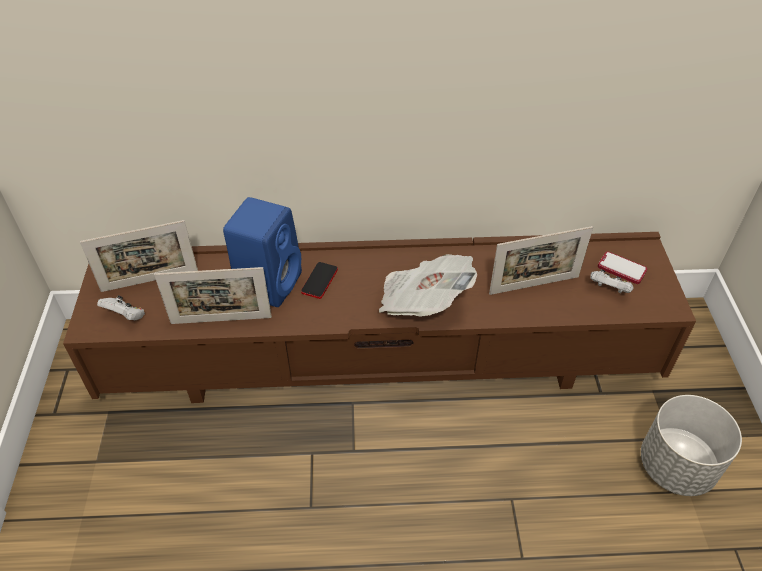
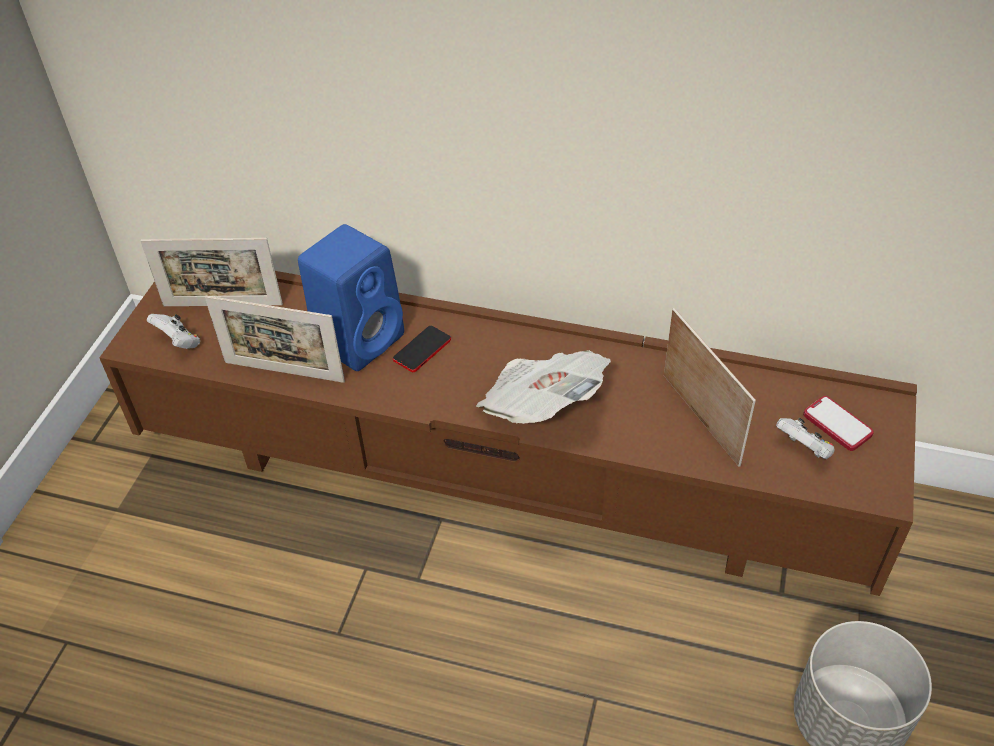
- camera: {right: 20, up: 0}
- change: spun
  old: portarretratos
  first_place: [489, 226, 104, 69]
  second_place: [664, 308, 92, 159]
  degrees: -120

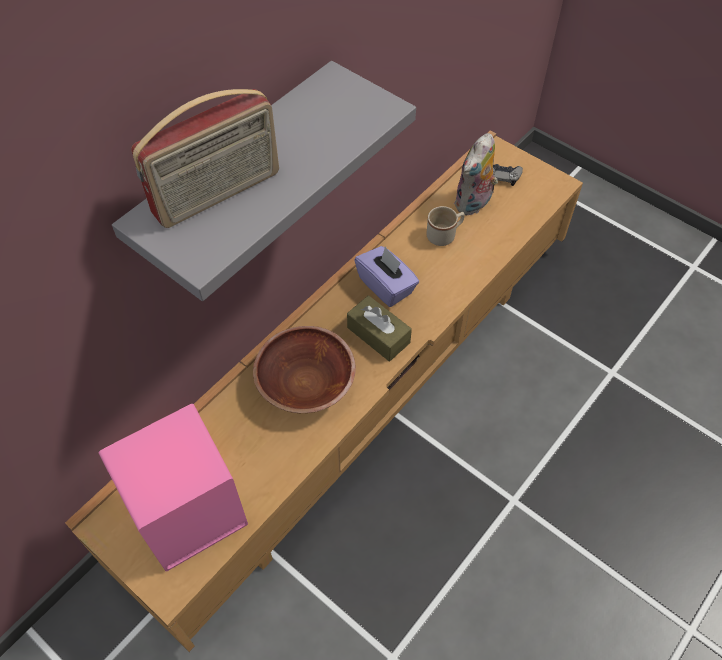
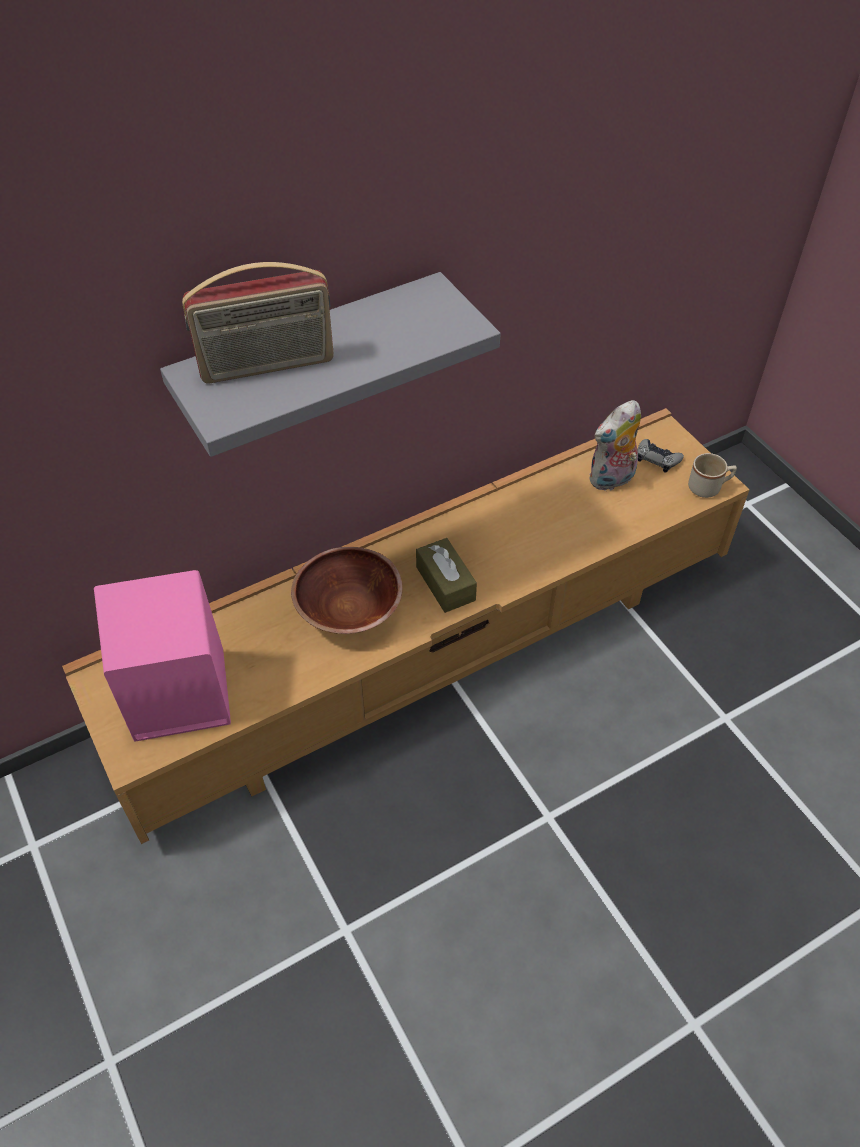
- camera: {right: 20, up: -5}
- change: relocated
  old: taza grande (beis)
  first_place: [427, 206, 38, 40]
  second_place: [688, 453, 49, 45]
- change: missing
  old: caja de pañuelos (morado)
  first_place: [354, 246, 65, 61]

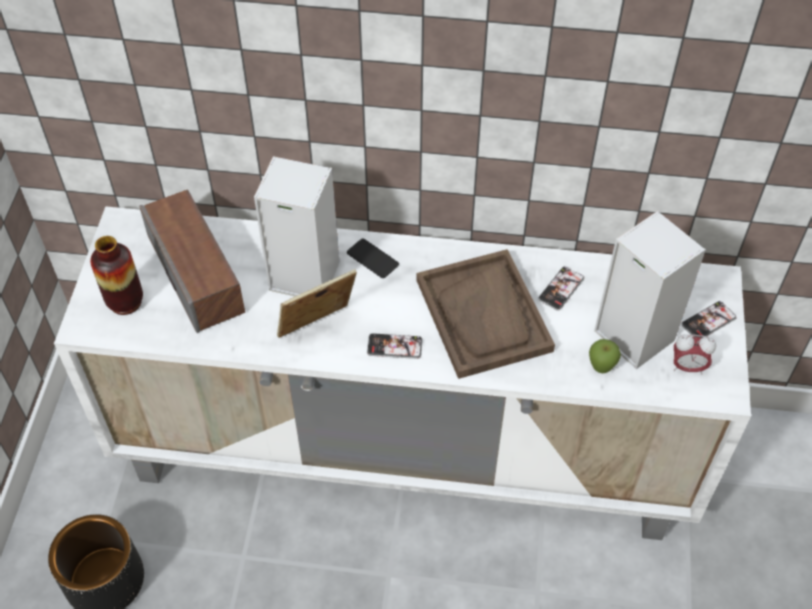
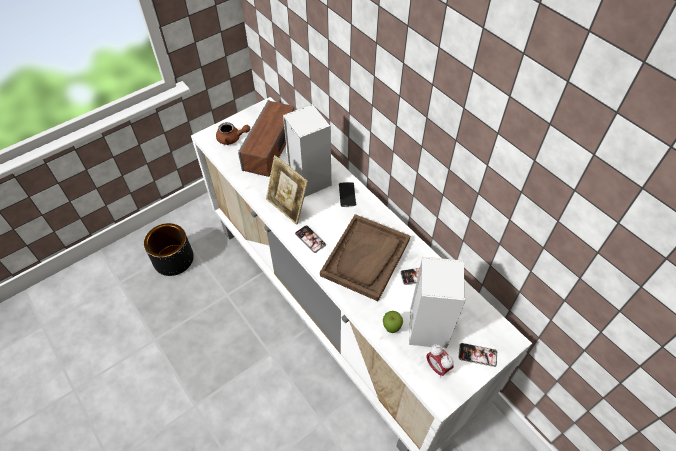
- camera: {right: 45, up: 0}
- change: exchanged
  old: florero
  new: tetera (marrón)
  first_place: [90, 236, 53, 79]
  second_place: [216, 122, 34, 23]
- change: spun
  old: portarretratos
  first_place: [277, 269, 80, 69]
  second_place: [266, 155, 42, 70]
  degrees: -150

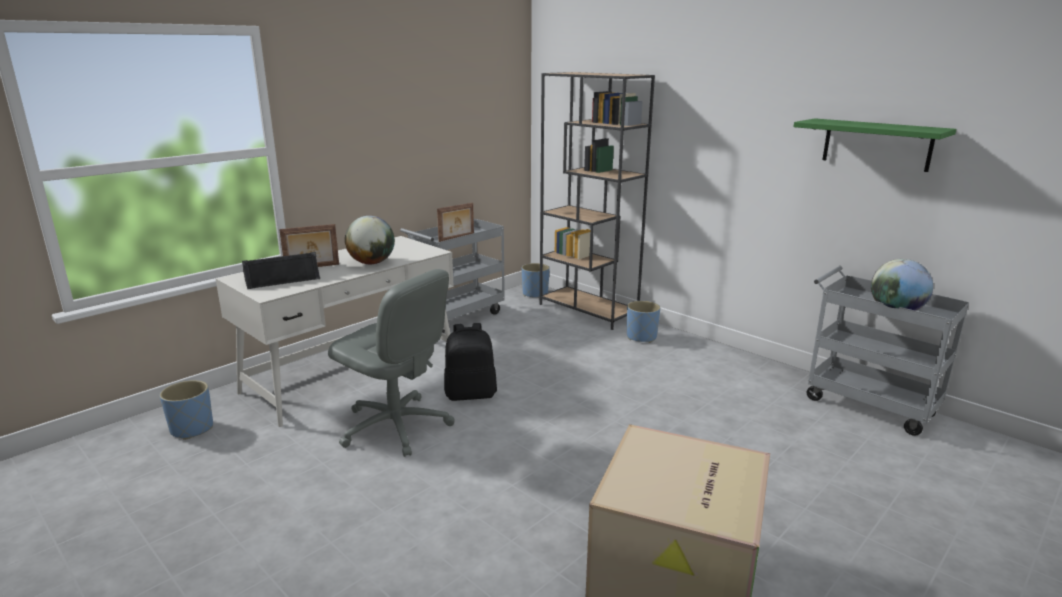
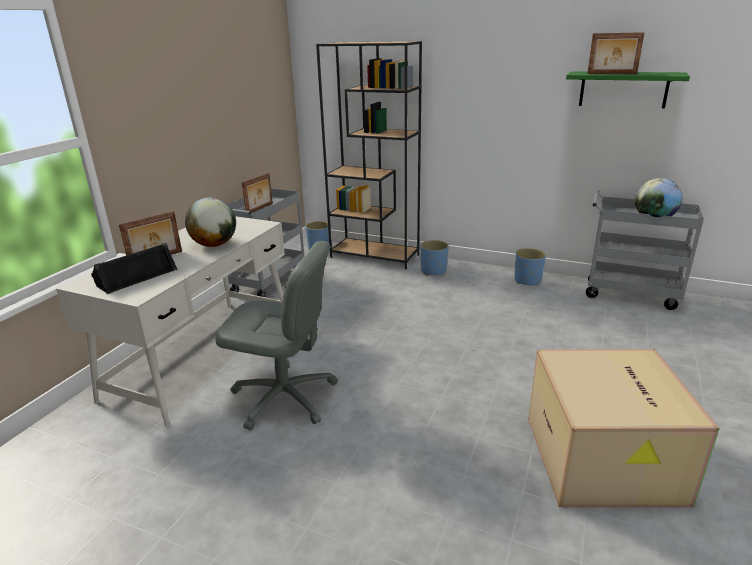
- camera: {right: -20, up: 5}
- change: relocated
  old: maceta (azul)
  first_place: [160, 380, 53, 60]
  second_place: [514, 248, 32, 38]
- change: appeared
  new: portarretratos
  second_place: [587, 32, 58, 42]
- change: missing
  old: mochila (negro)
  first_place: [444, 323, 53, 78]

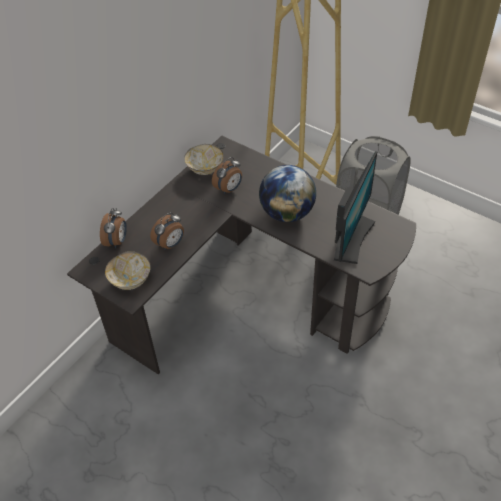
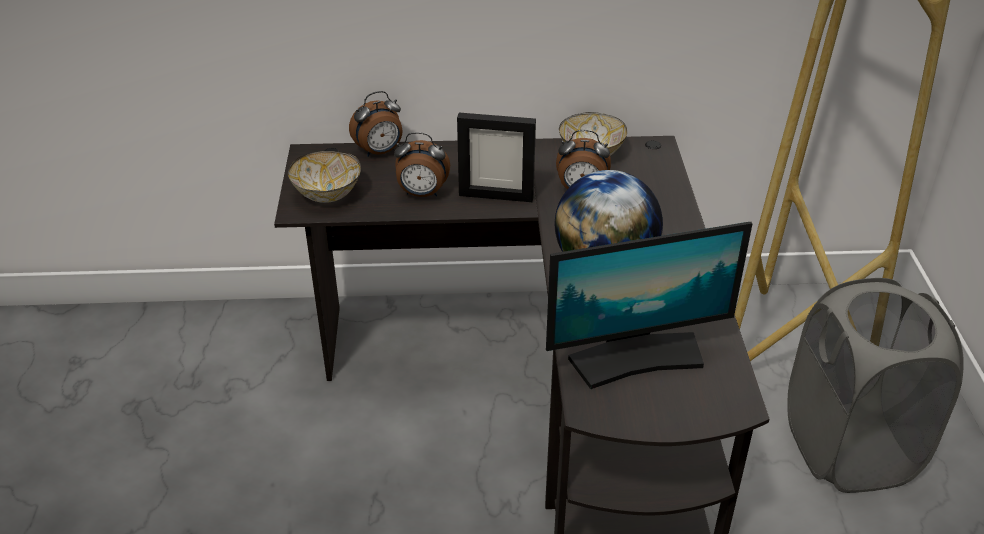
- camera: {right: 50, up: -10}
- change: appeared
  new: portarretratos
  second_place: [457, 113, 79, 89]

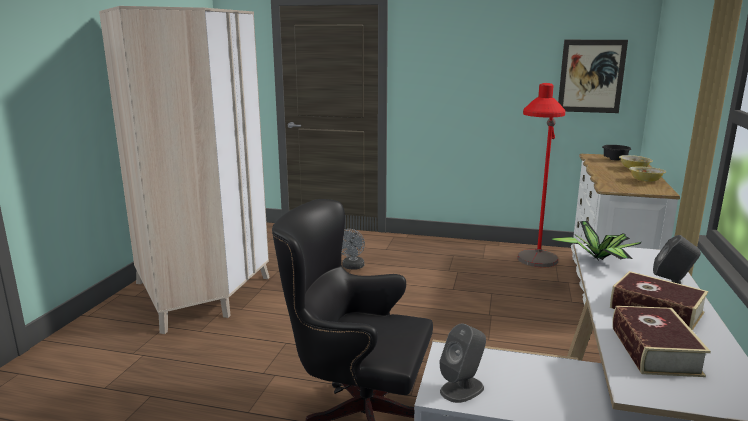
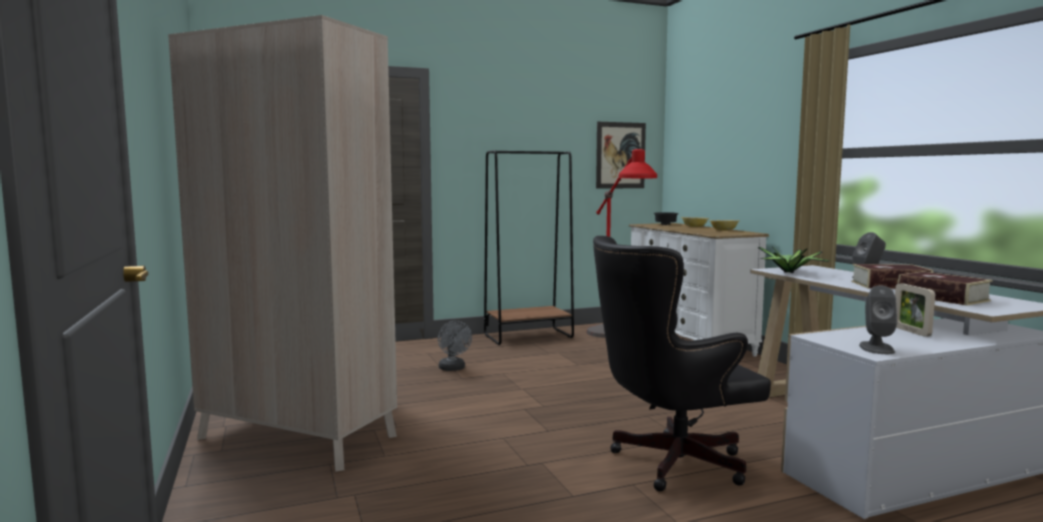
- camera: {right: -35, up: -10}
- change: appeared
  new: perchero
  second_place: [484, 150, 90, 195]
- change: appeared
  new: portarretratos
  second_place: [895, 283, 40, 54]

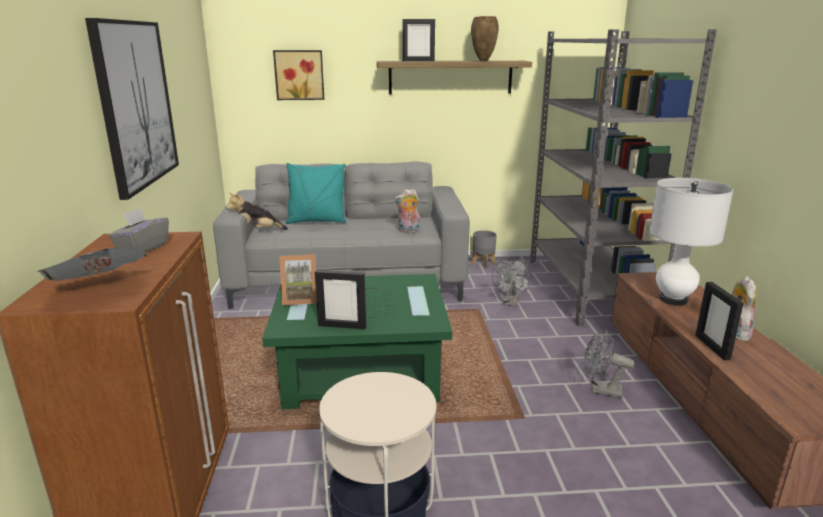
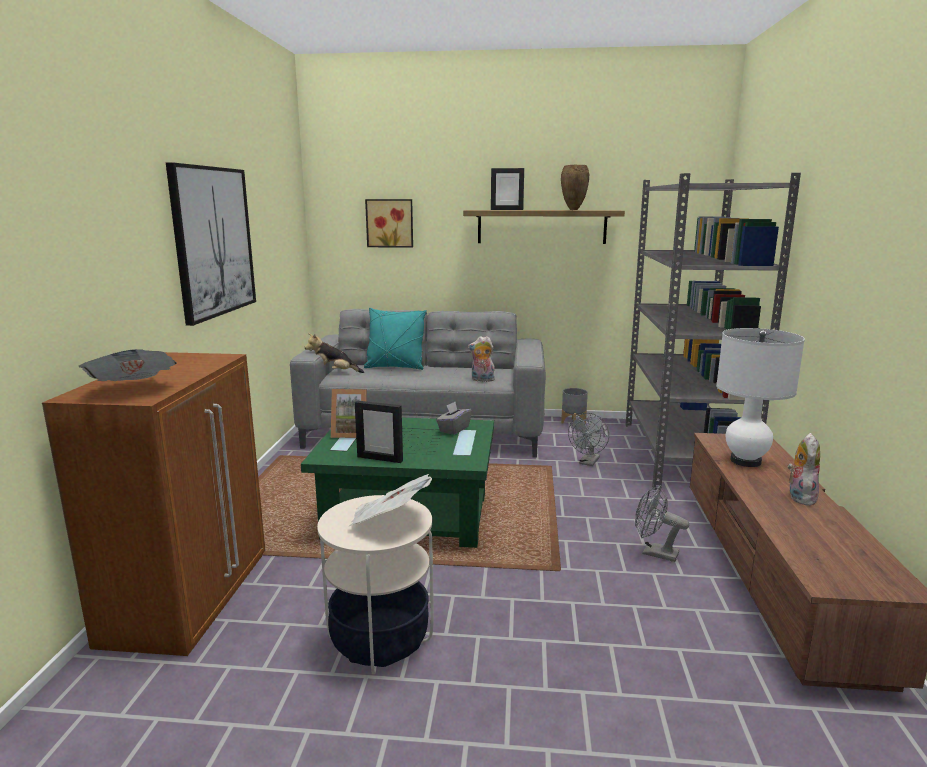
- camera: {right: 10, up: -5}
- change: appeared
  new: periódico
  second_place: [349, 474, 83, 52]
- change: relocated
  old: caja de pañuelos (gris)
  first_place: [109, 208, 60, 45]
  second_place: [436, 402, 36, 33]
- change: missing
  old: portarretratos
  first_place: [695, 282, 49, 78]

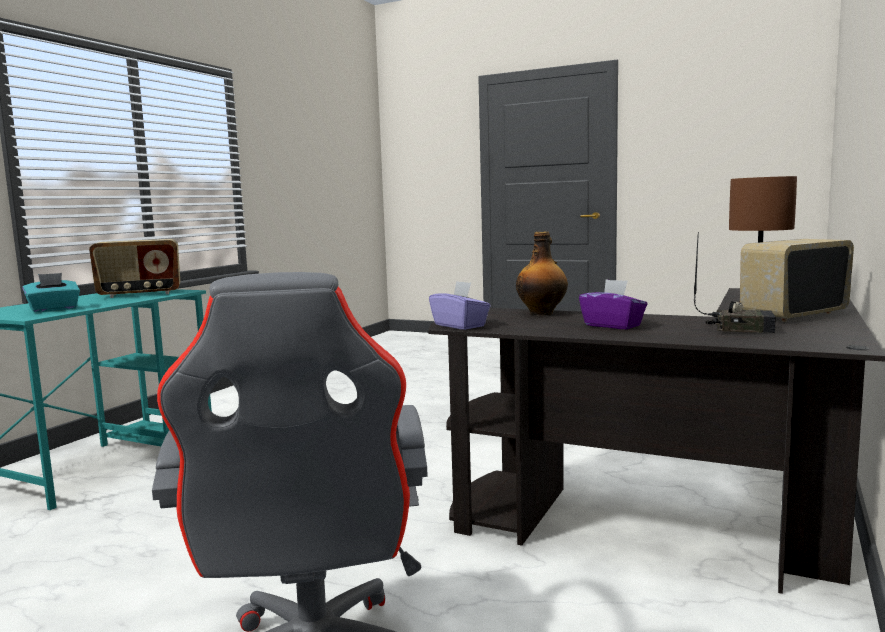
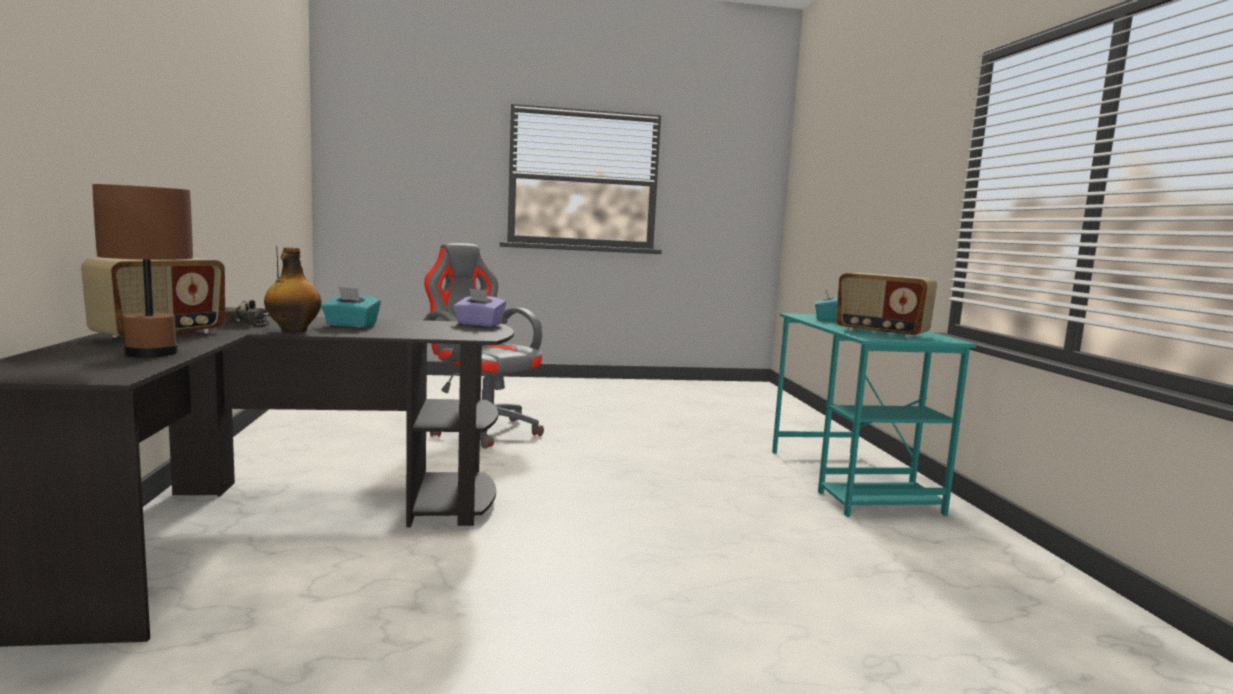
- camera: {right: 145, up: 0}
- change: relocated
  old: botella
  first_place: [516, 232, 52, 83]
  second_place: [264, 247, 58, 86]
- change: colour
  old: caja de pañuelos (morado)
  new: caja de pañuelos (turquesa)
  first_place: [579, 279, 68, 50]
  second_place: [321, 287, 60, 41]
- change: spun
  old: radio
  first_place: [89, 239, 91, 59]
  second_place: [836, 273, 101, 65]
  degrees: -90

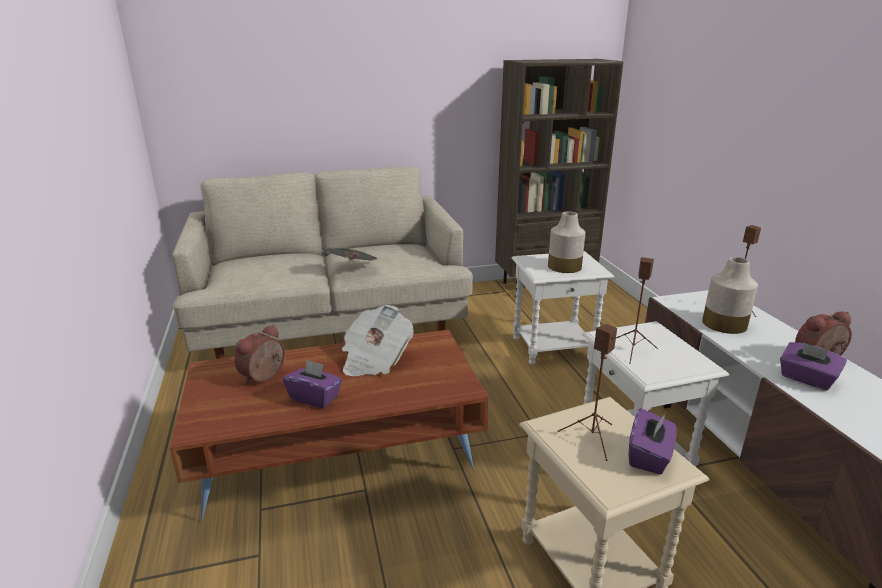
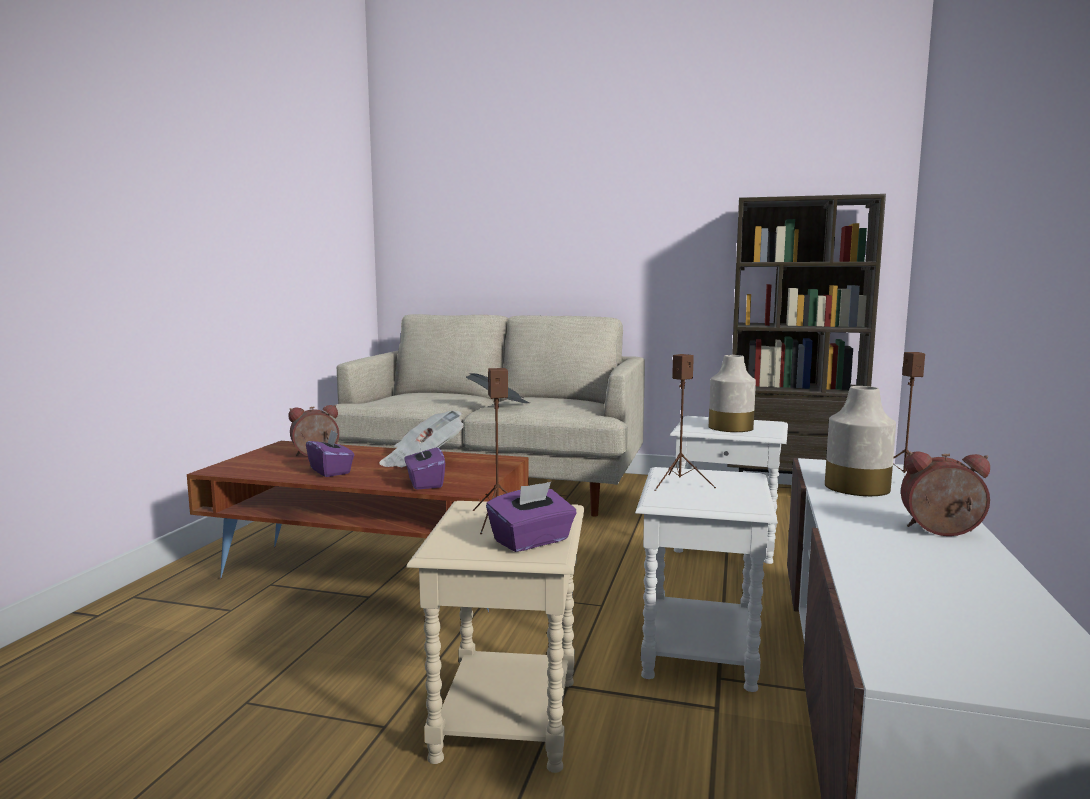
- camera: {right: 30, up: -15}
- change: relocated
  old: caja de pañuelos (morado)
  first_place: [780, 342, 67, 49]
  second_place: [404, 440, 41, 50]

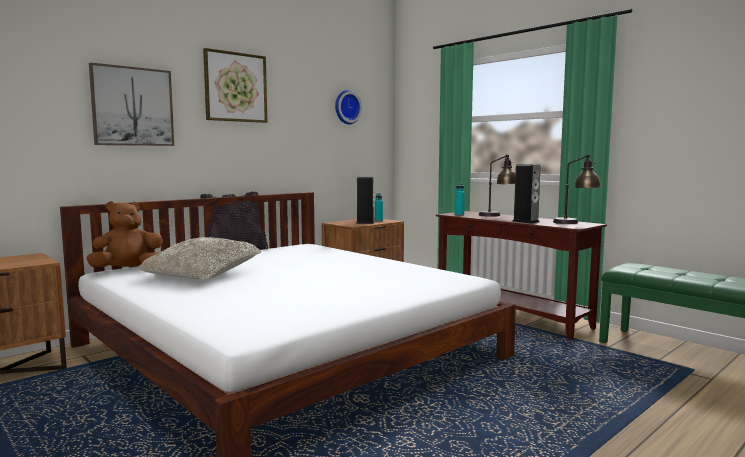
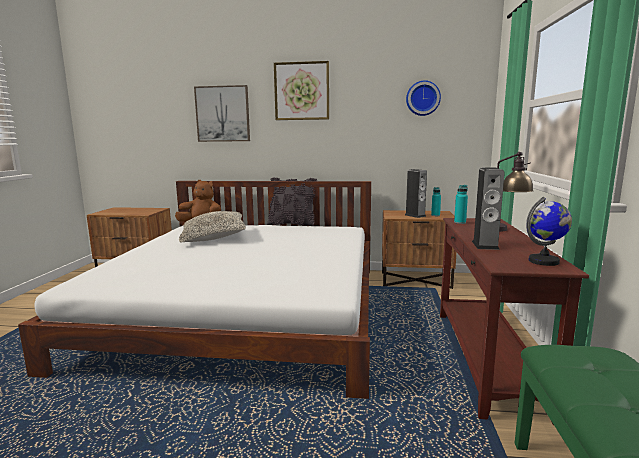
- camera: {right: 50, up: 5}
- change: exchanged
  old: lámpara de mesa
  new: globo terráqueo
  first_place: [553, 154, 48, 70]
  second_place: [526, 197, 46, 69]

